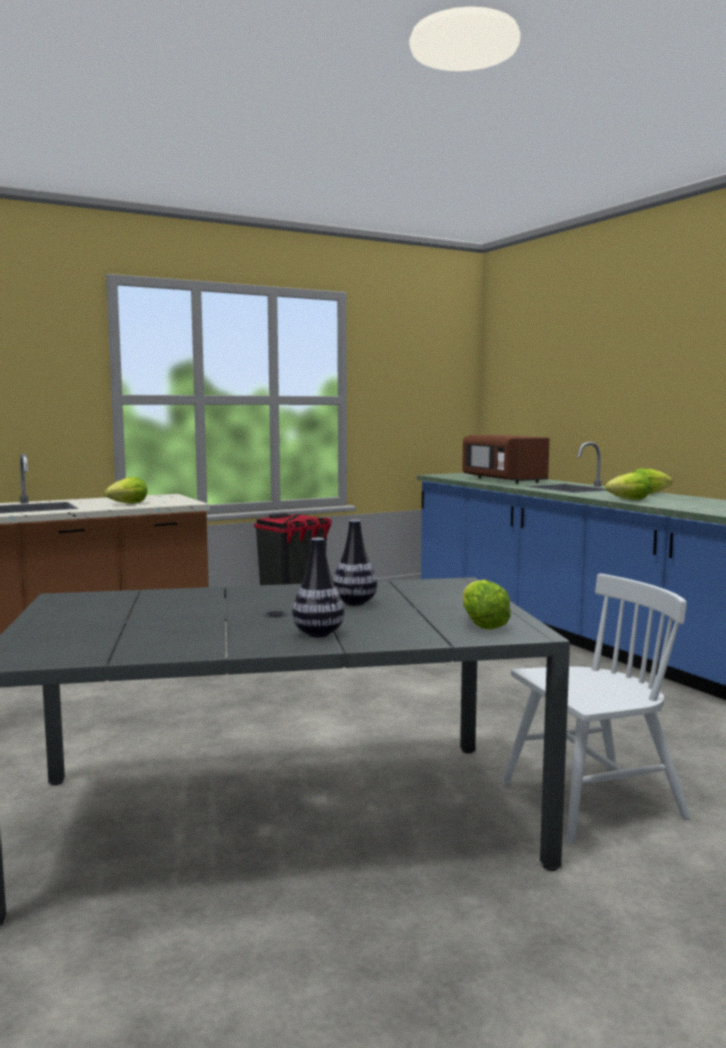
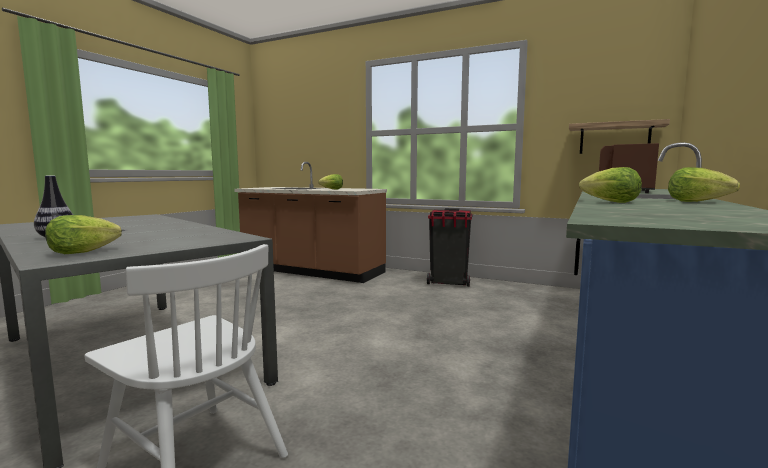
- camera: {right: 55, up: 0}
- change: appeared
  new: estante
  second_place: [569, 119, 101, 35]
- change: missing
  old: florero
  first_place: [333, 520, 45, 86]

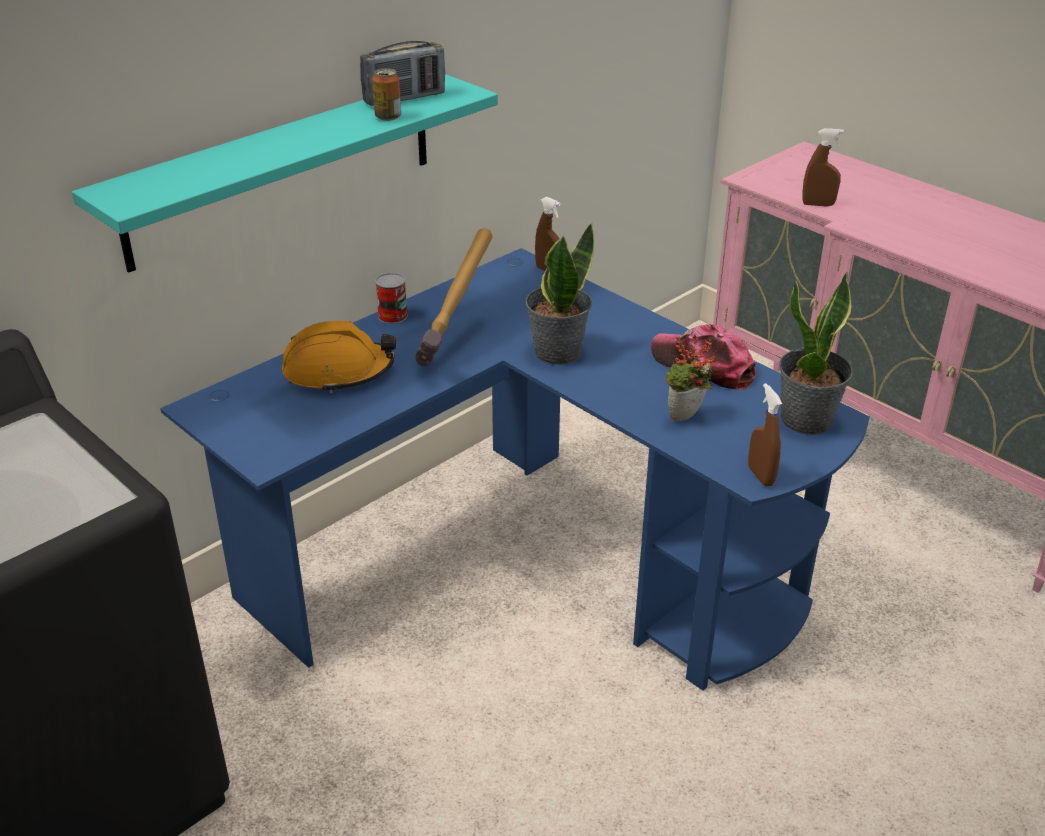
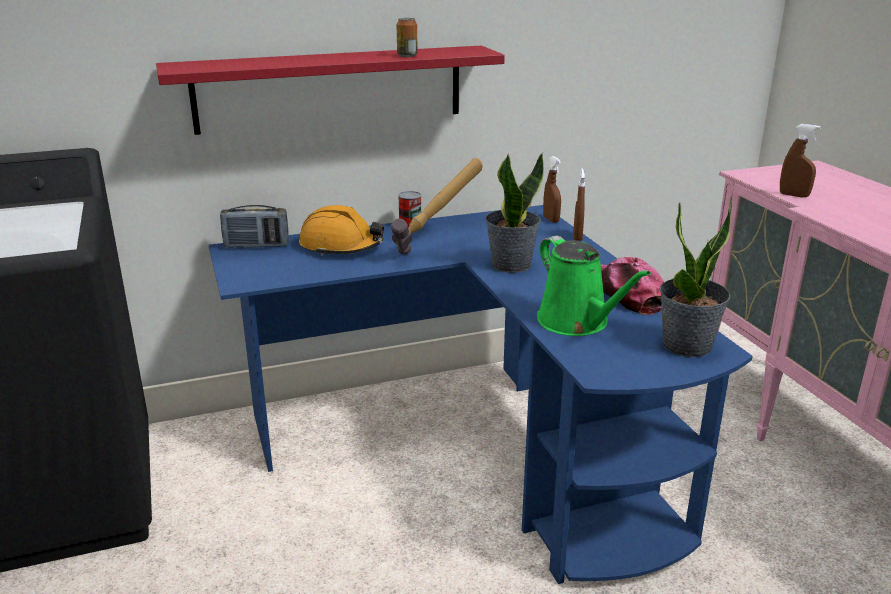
- camera: {right: 25, up: -10}
- change: colour
  old: estante (turquesa)
  new: estante (rojo)
  first_place: [72, 74, 426, 199]
  second_place: [156, 46, 349, 89]
- change: relocated
  old: radio
  first_place: [360, 41, 85, 65]
  second_place: [220, 205, 69, 43]
- change: exchanged
  old: planta en maceta
  new: regadera (verde)
  first_place: [666, 335, 49, 87]
  second_place: [537, 236, 114, 100]
- change: relocated
  old: pulverizador (marrón)
  first_place: [748, 383, 34, 104]
  second_place: [573, 169, 12, 72]

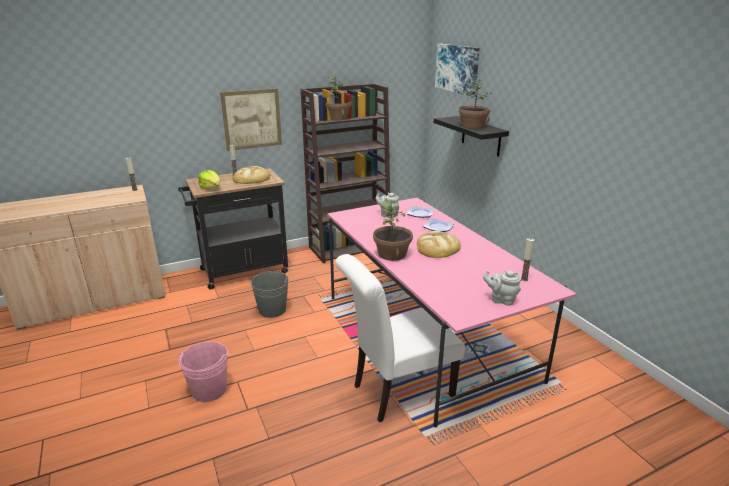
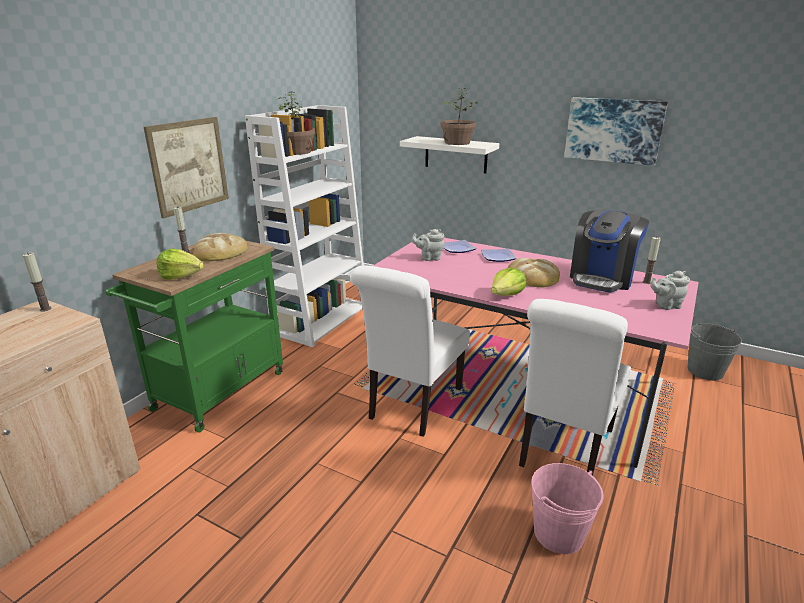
- camera: {right: -35, up: 0}
- change: colour
  old: carrito (negro)
  new: carrito (verde)
  first_place: [178, 168, 110, 122]
  second_place: [106, 240, 177, 192]
- change: colour
  old: estantería (marrón)
  new: estantería (blanco)
  first_place: [301, 84, 89, 179]
  second_place: [245, 105, 119, 242]
- change: appeared
  new: silla (blanco)
  second_place: [350, 266, 120, 171]
- change: colour
  old: estante (negro)
  new: estante (blanco)
  first_place: [434, 116, 75, 41]
  second_place: [400, 136, 99, 37]
- change: exchanged
  old: planta en maceta
  new: lechuga
  first_place: [373, 200, 40, 61]
  second_place: [491, 268, 35, 28]
- change: relocated
  old: cubo (rosa)
  first_place: [178, 342, 50, 60]
  second_place: [531, 463, 72, 91]
- change: relocated
  old: cuadro
  first_place: [435, 44, 45, 52]
  second_place: [564, 97, 104, 69]
- change: appeared
  new: cafetera
  second_place: [570, 210, 79, 83]
- change: relocated
  old: cubo (gris)
  first_place: [251, 271, 38, 47]
  second_place: [687, 323, 55, 57]

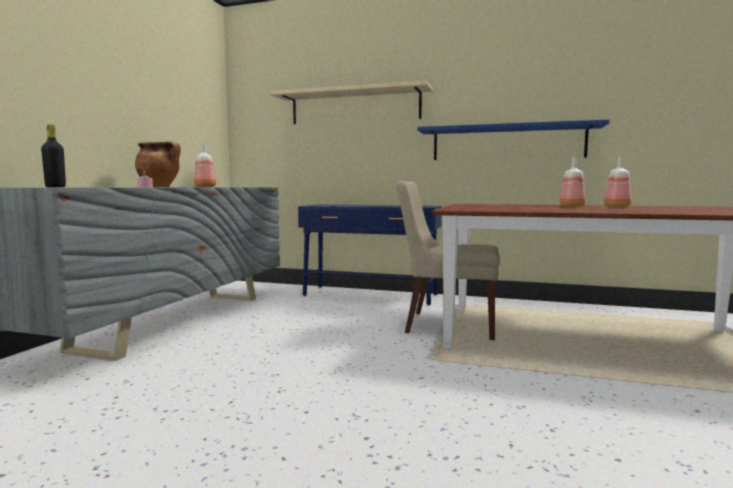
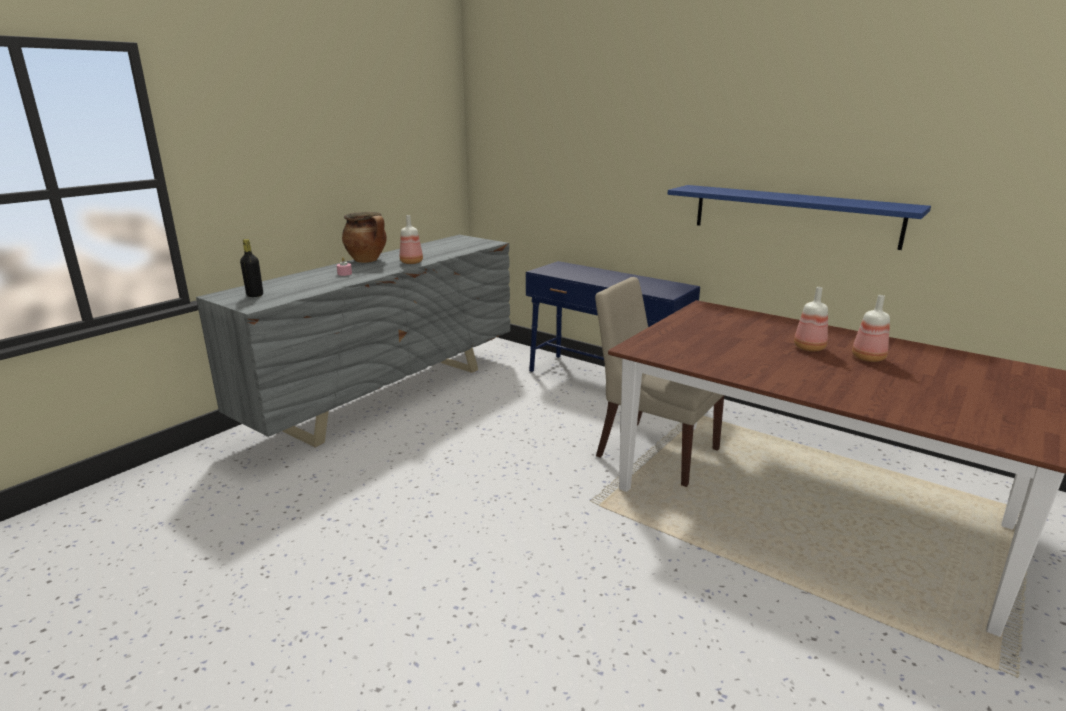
- camera: {right: 20, up: 15}
- change: missing
  old: estante (beis)
  first_place: [269, 81, 164, 43]

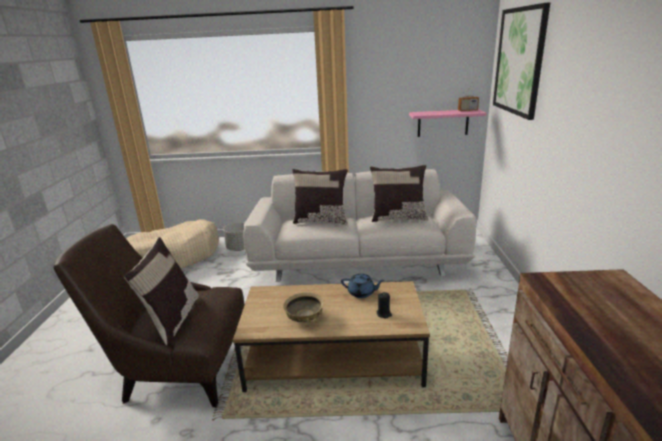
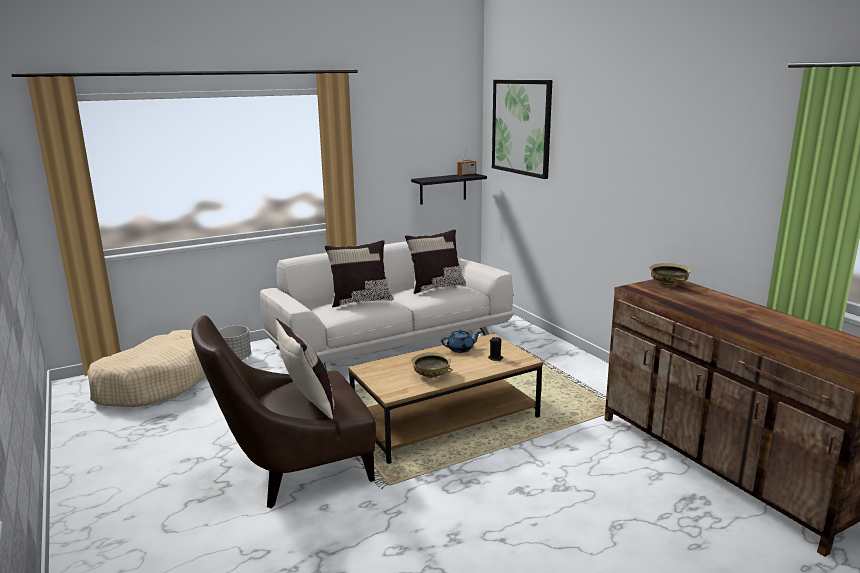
- camera: {right: -30, up: -5}
- change: colour
  old: estante (rosa)
  new: estante (negro)
  first_place: [409, 109, 77, 28]
  second_place: [411, 174, 76, 31]
- change: appeared
  new: cuenco (beis)
  second_place: [650, 263, 41, 23]

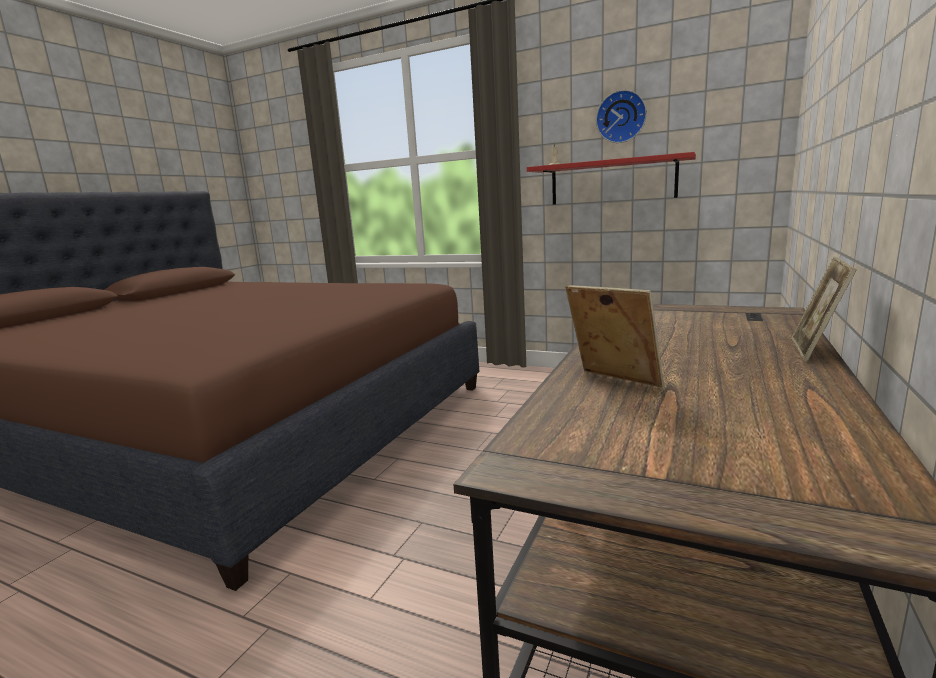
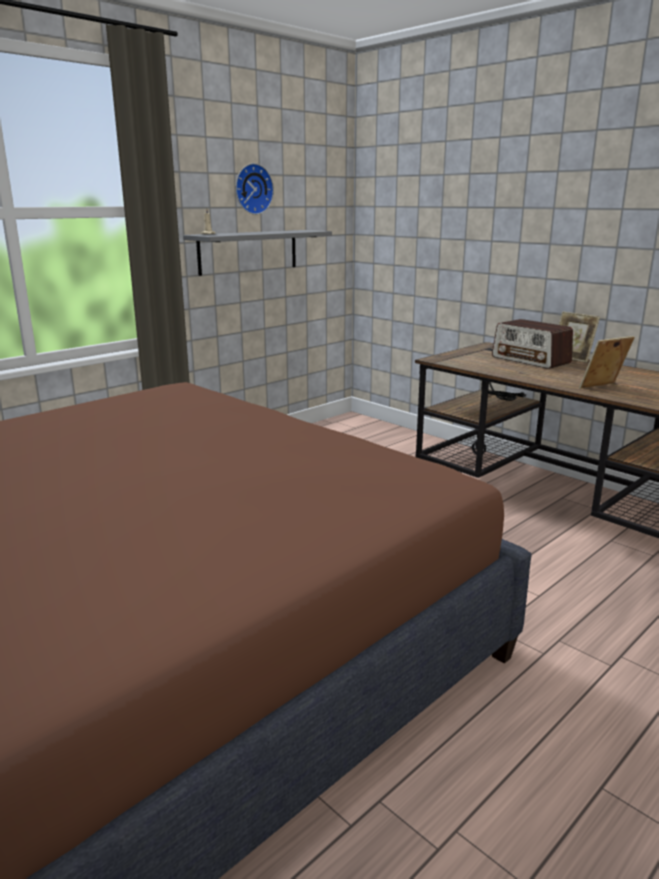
- camera: {right: -70, up: 5}
- change: colour
  old: estante (rojo)
  new: estante (gris)
  first_place: [527, 152, 169, 53]
  second_place: [183, 230, 149, 46]
- change: appeared
  new: radio
  second_place: [492, 319, 81, 50]

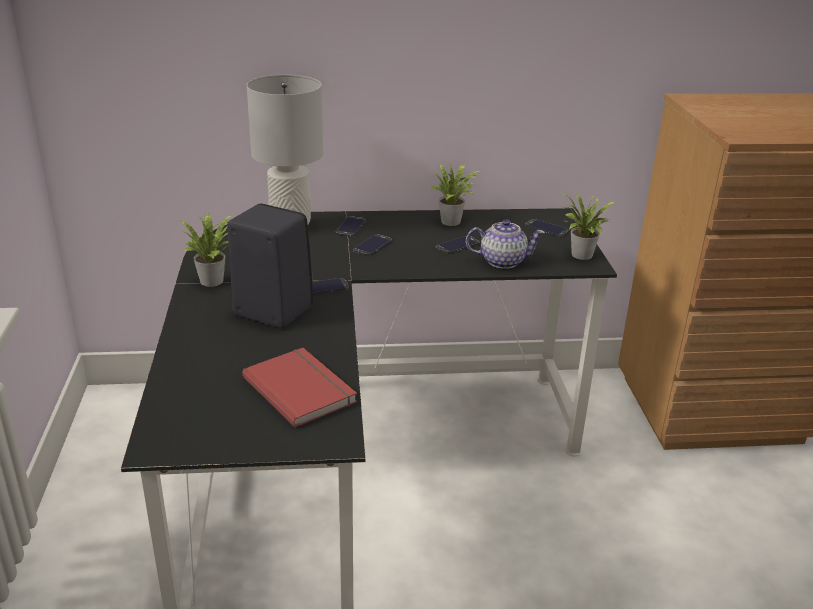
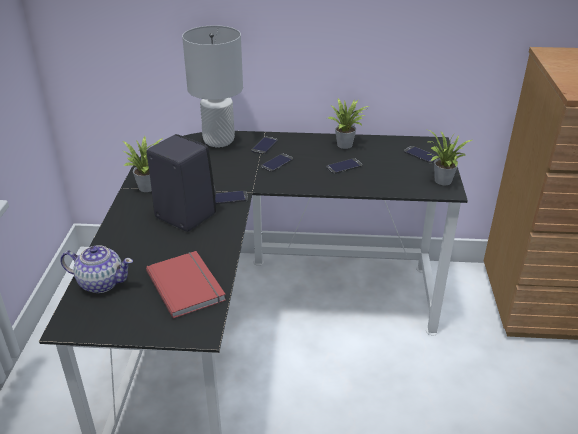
- camera: {right: 10, up: 5}
- change: relocated
  old: tetera
  first_place: [466, 220, 79, 49]
  second_place: [61, 245, 72, 48]

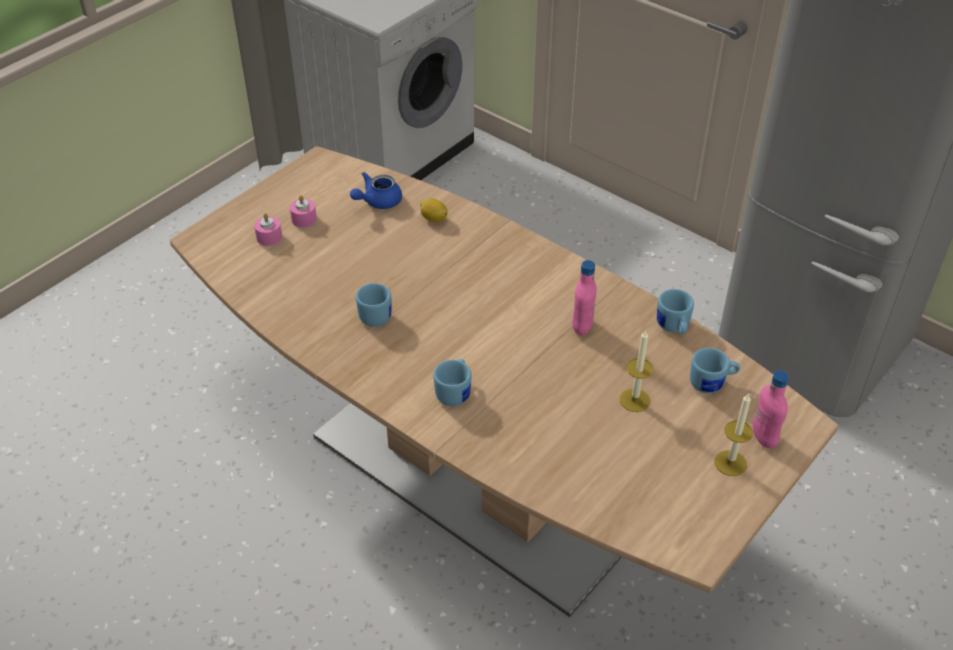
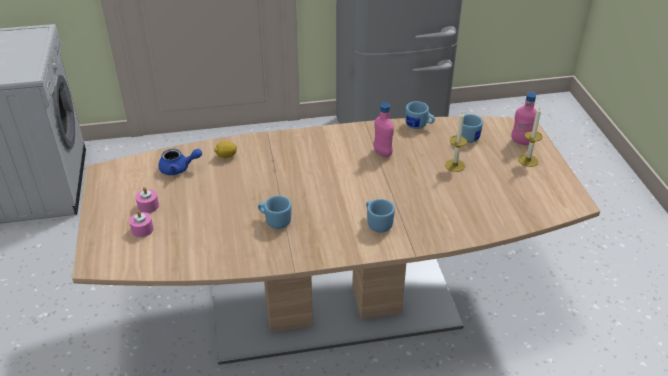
- camera: {right: -50, up: -5}
- change: spun
  old: tetera (azul)
  first_place: [350, 172, 52, 37]
  second_place: [158, 149, 44, 26]
  degrees: -90

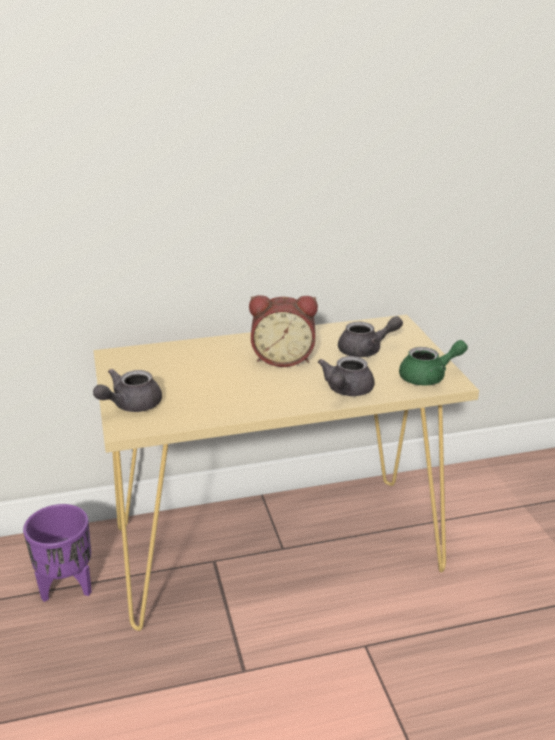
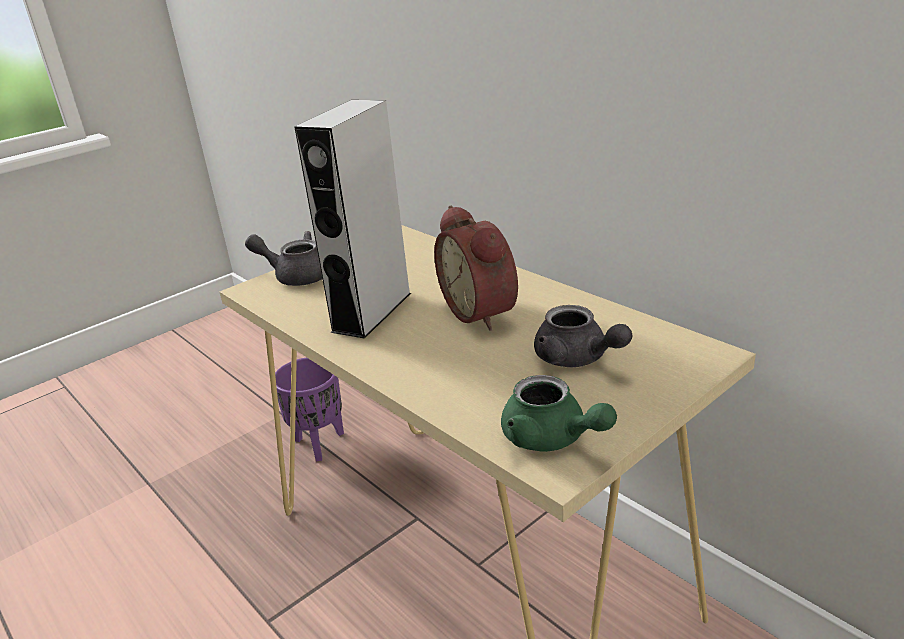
- camera: {right: 65, up: 0}
- change: appeared
  new: altavoz (gris)
  second_place: [294, 100, 117, 239]
- change: missing
  old: tetera (gris)
  first_place: [318, 356, 57, 40]

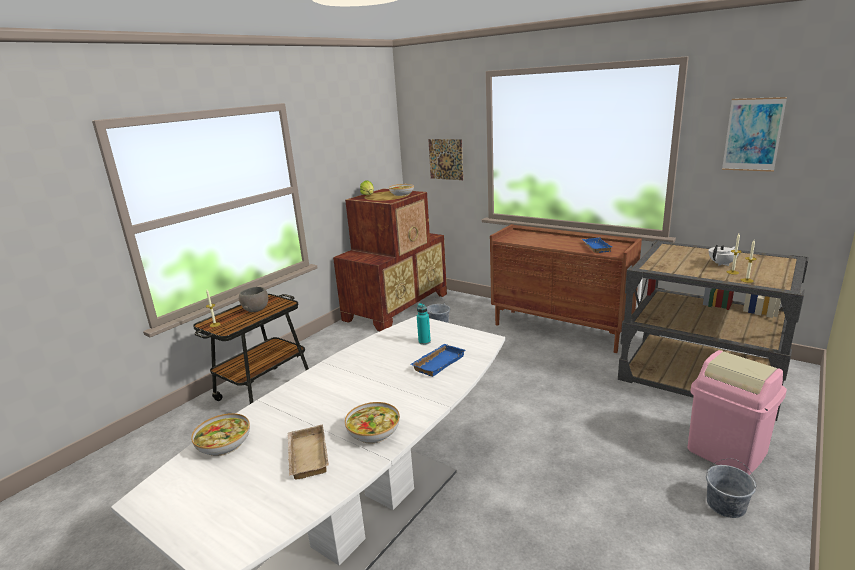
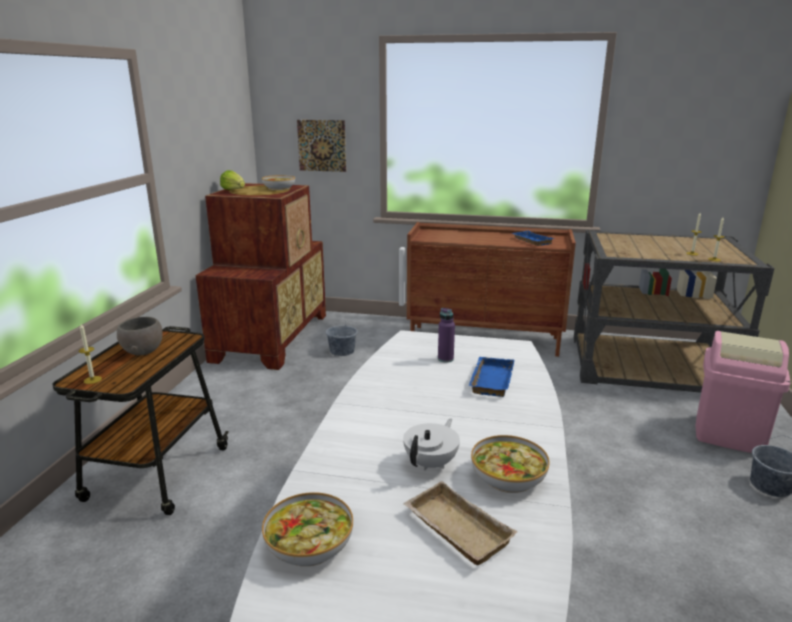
- camera: {right: -25, up: 0}
- change: relocated
  old: tetera (blanco)
  first_place: [709, 245, 30, 21]
  second_place: [403, 418, 57, 52]
- change: colour
  old: botella (turquesa)
  new: botella (morado)
  first_place: [417, 303, 14, 42]
  second_place: [438, 308, 17, 54]
- change: missing
  old: cuadro
  first_place: [722, 97, 65, 75]

